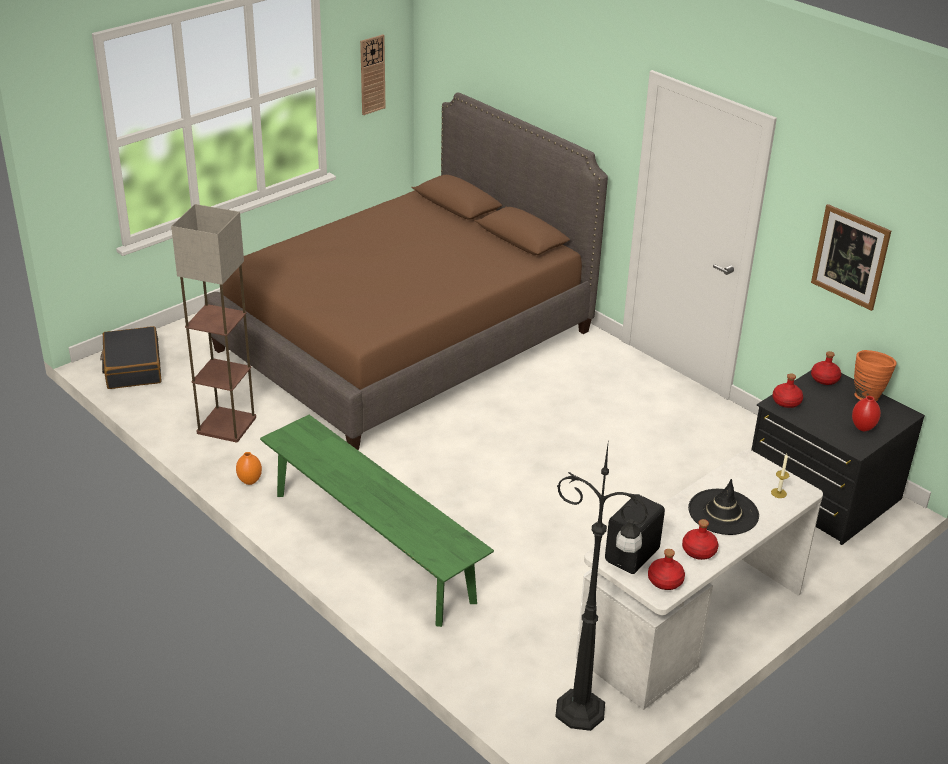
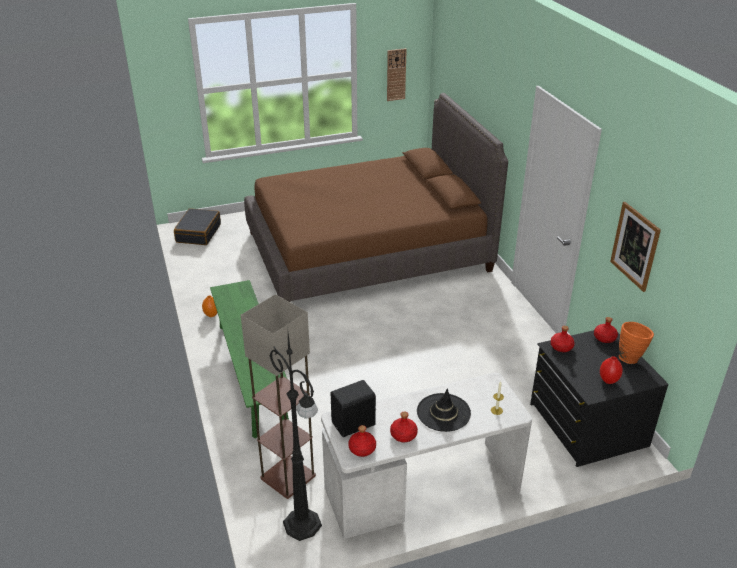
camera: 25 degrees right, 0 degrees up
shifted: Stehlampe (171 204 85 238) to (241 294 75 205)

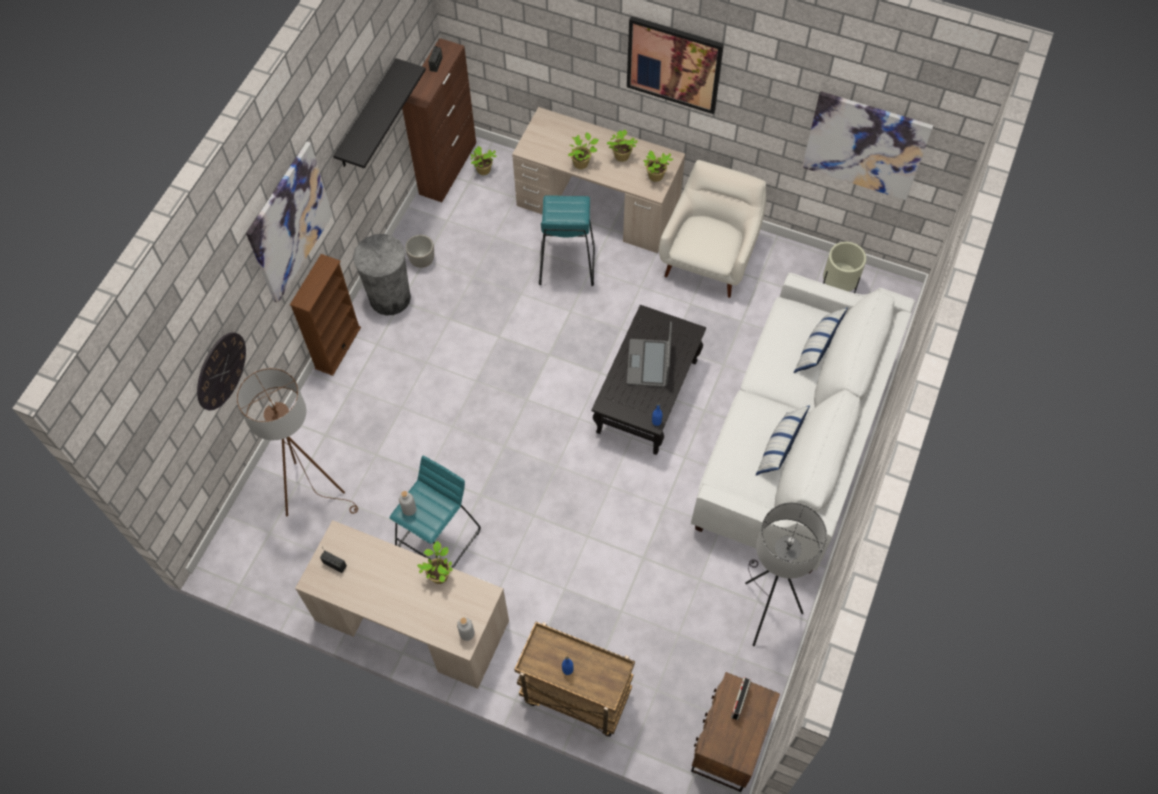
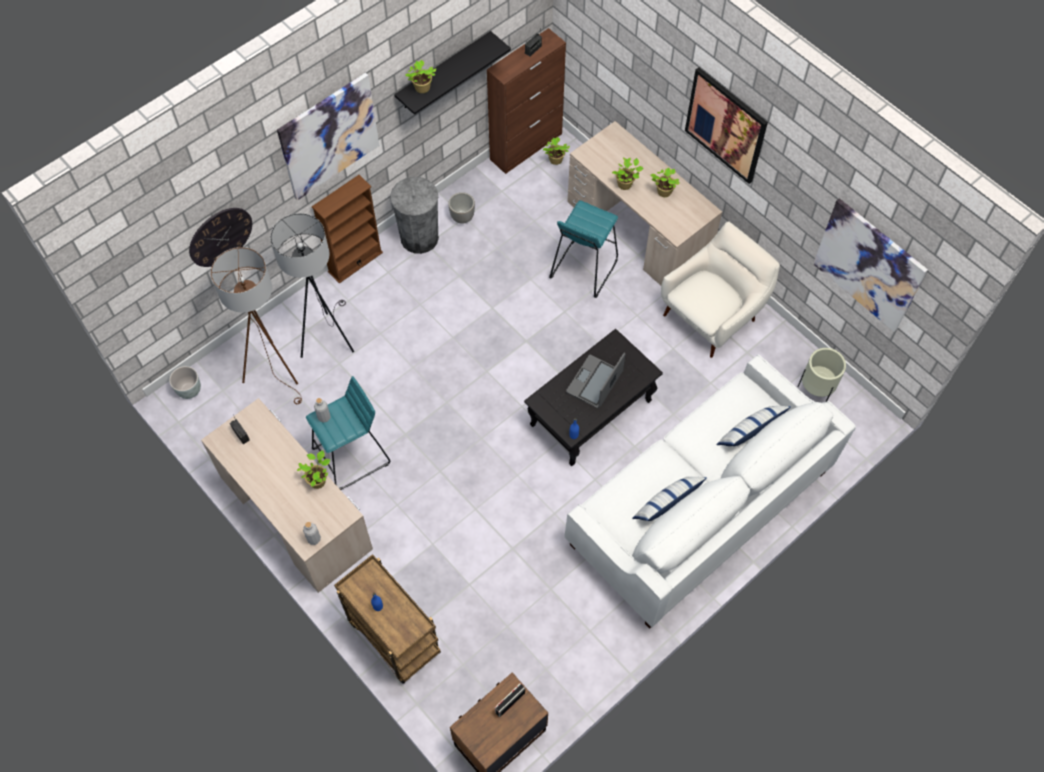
camera: 25 degrees right, 0 degrees up
new: Pflanzkübel [grau] (169 366 32 33)
shifted: Topfpflanze (643 151 30 31) to (405 60 31 33); Stehlampe [grau] (745 502 82 144) to (270 213 84 145)

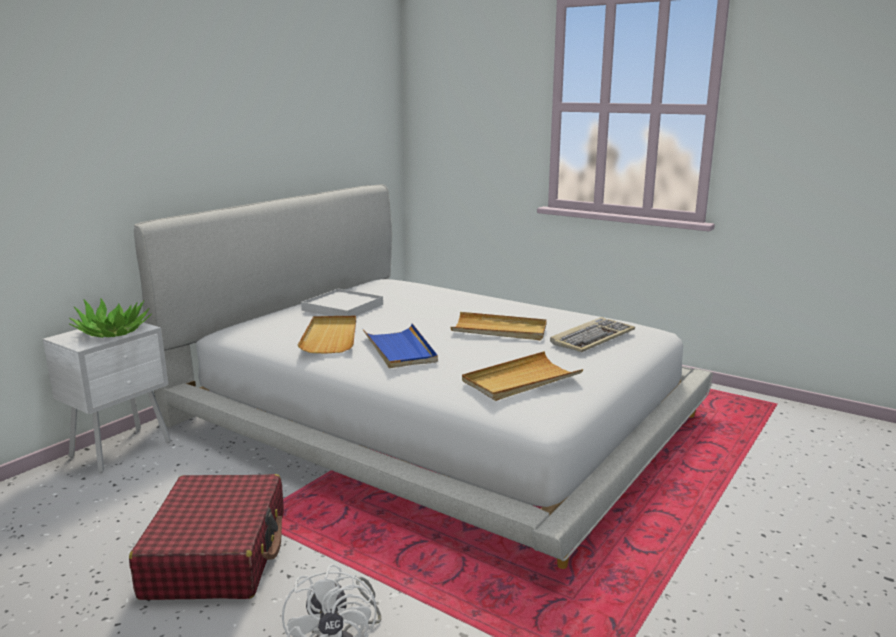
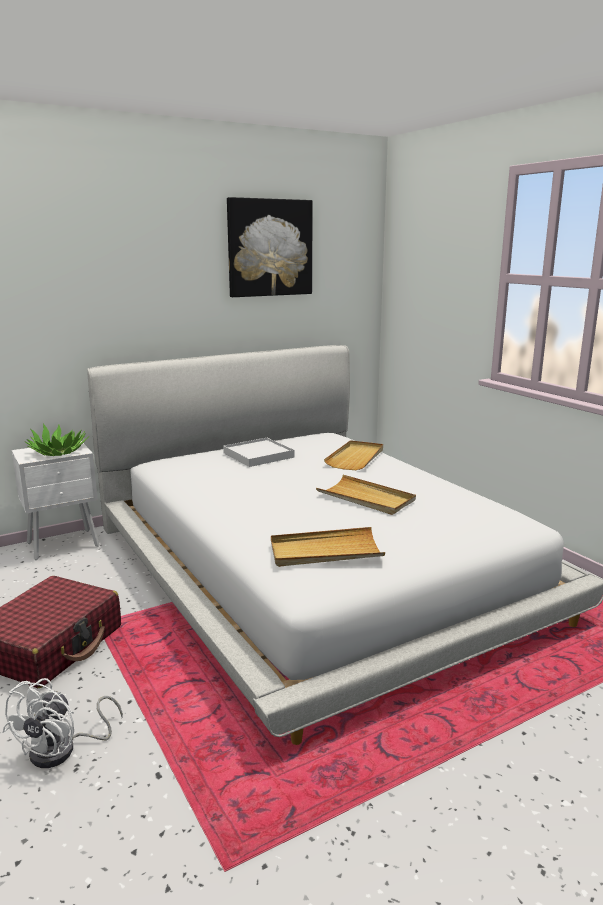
camera: 25 degrees right, 0 degrees up
gone: Tablett [blau] (363 323 75 45); Tastatur (550 317 85 35)
new: Bild (227 197 86 100)
shifted: Tablett [beige] (298 316 58 37) to (324 440 59 30)

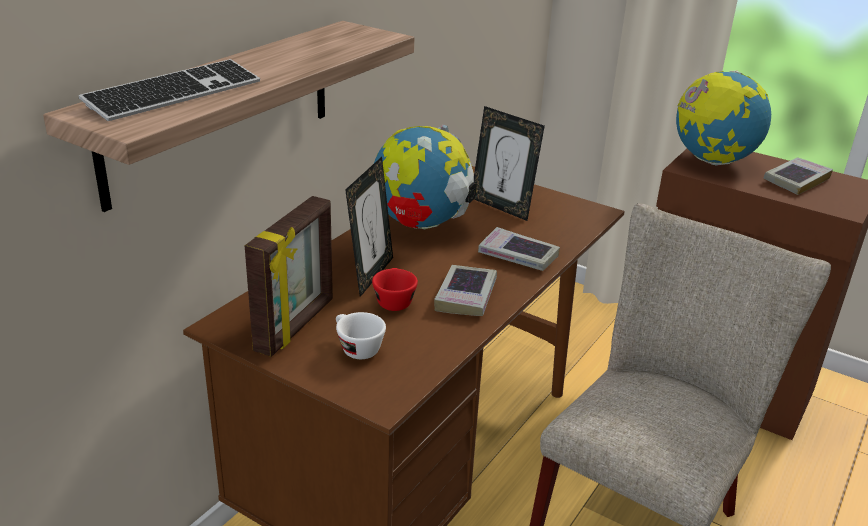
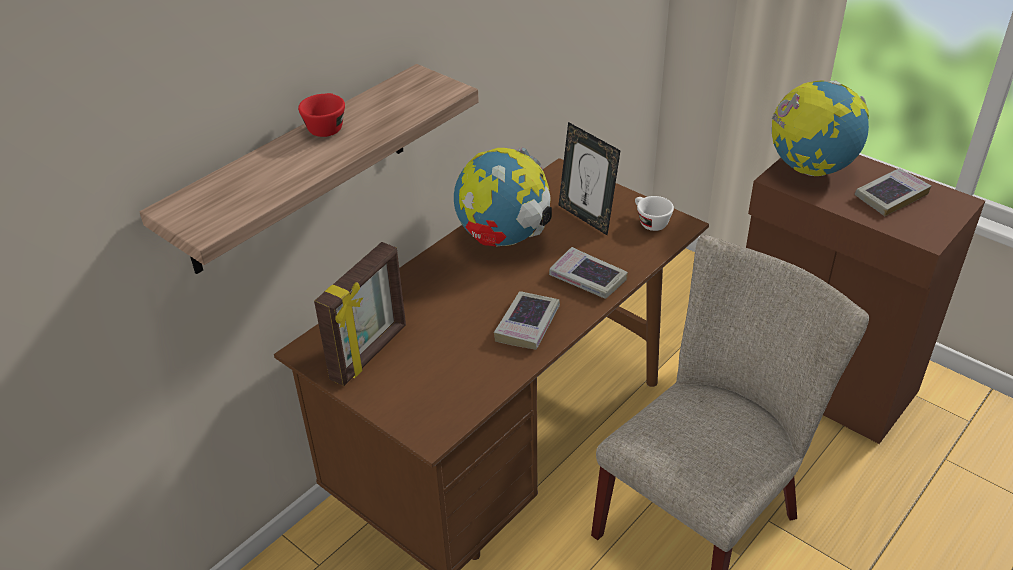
camera: 10 degrees right, 10 degrees up
gone: Tastatur (79 59 181 62); Bilderrahmen (345 157 48 140)
shifted: Tasse [weiß] (336 312 50 47) to (635 196 39 35); Tasse [rot] (372 268 46 43) to (298 93 47 44)

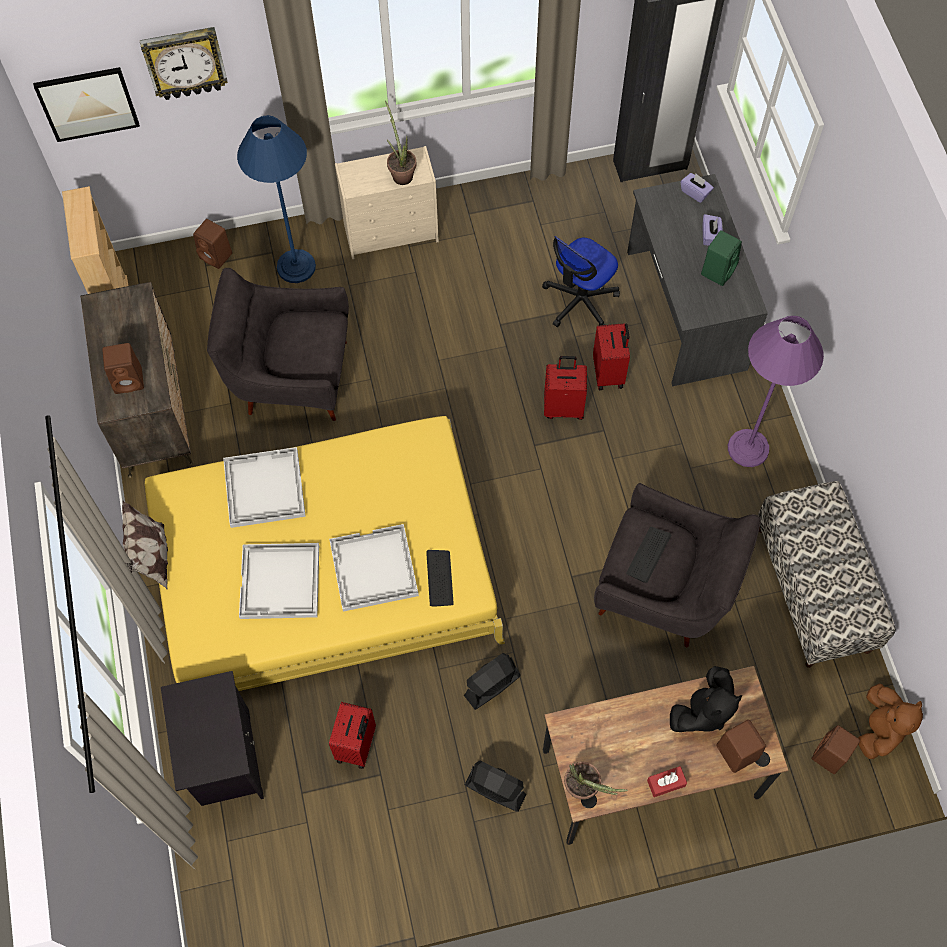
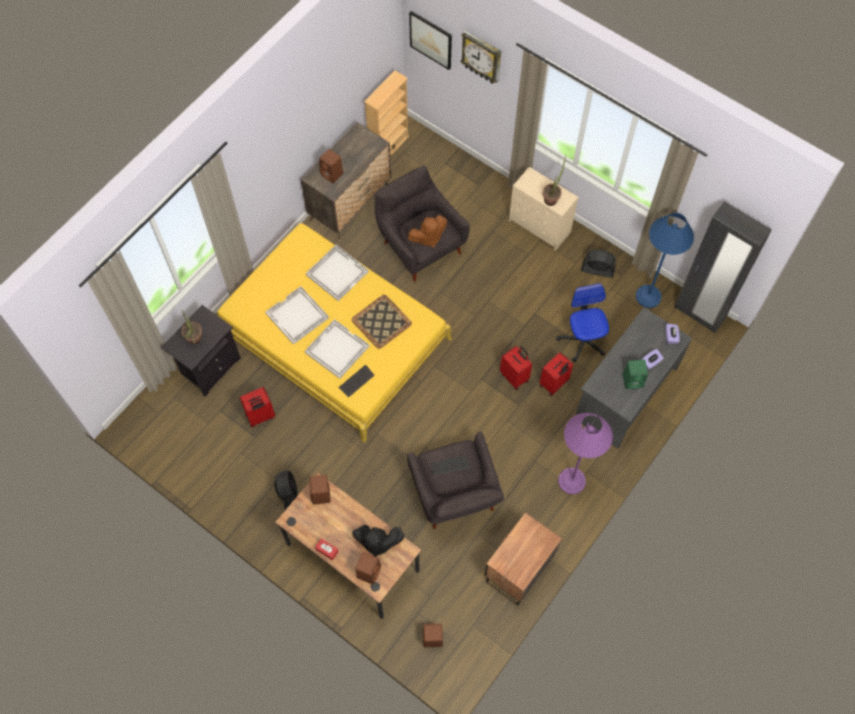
camera: 50 degrees right, 0 degrees up
gone: Kissen (122 501 46 89)
new: Tablett (352 295 60 54)
shifted: Lautsprecher [braun] (193 219 39 50) to (309 475 22 30); Stehlampe [blau] (237 115 79 168) to (636 213 58 95); Ventilator [schwarz] (464 653 57 57) to (581 250 35 28); Topfpflanze (564 762 64 38) to (181 310 21 34); Plüschtier [braun] (858 684 65 75) to (407 215 40 33)
swapped: Bank (757 481 139 187) to Nachttisch (485 512 77 94)
rotated: Bürostuhl (542 236 78 91) = (556 283 53 79) 75 degrees clockwise

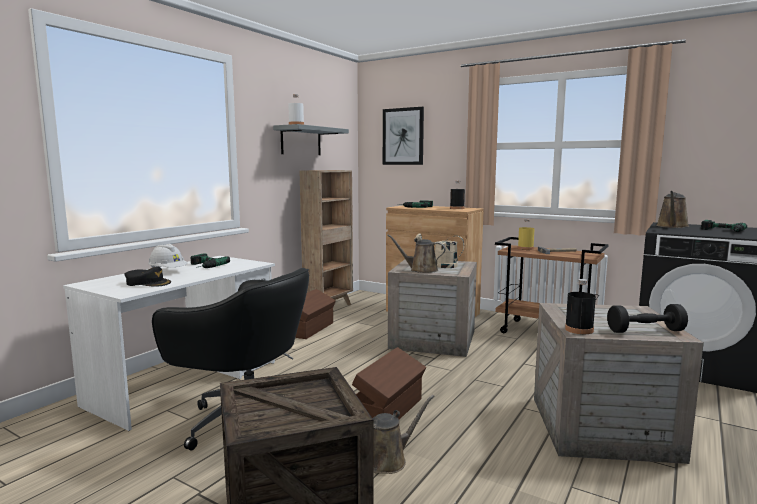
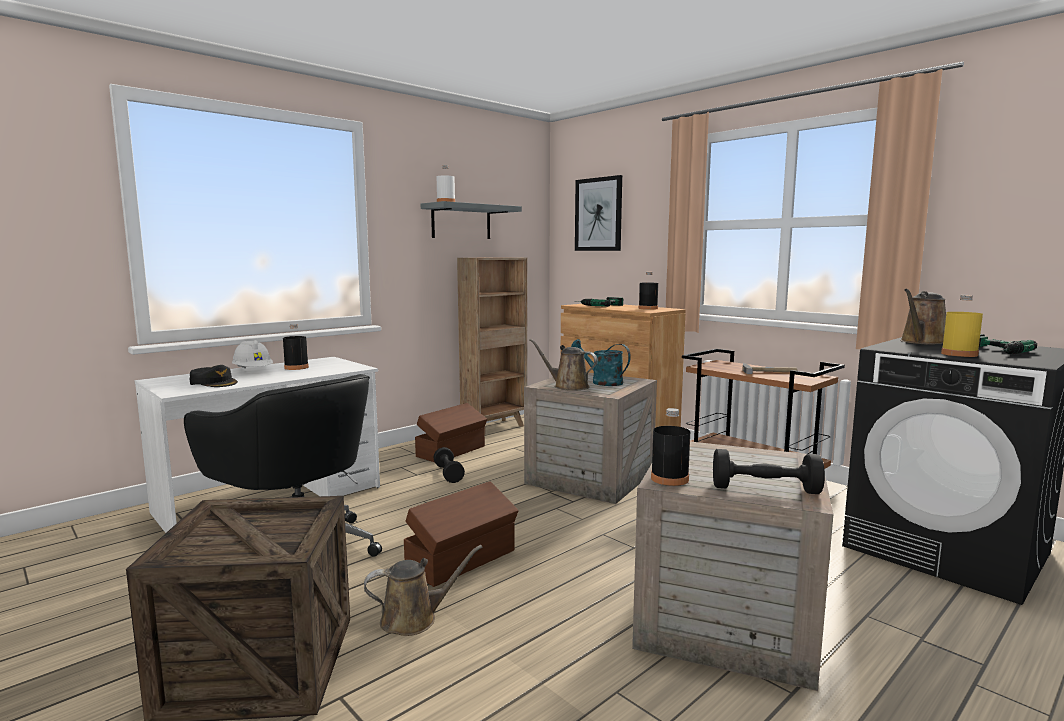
camera: 15 degrees right, 0 degrees up
new: Hantel [schwarz] (433 447 32 36)
shifted: Flasche [gelb] (518 219 17 31) to (941 295 42 62)
swapped: Bohrmaschine (191 253 39 15) to Flasche [schwarz] (283 324 26 46)
repainted: Gießkanne [beige] (415 233 49 35) to Gießkanne [türkis] (571 339 60 47)

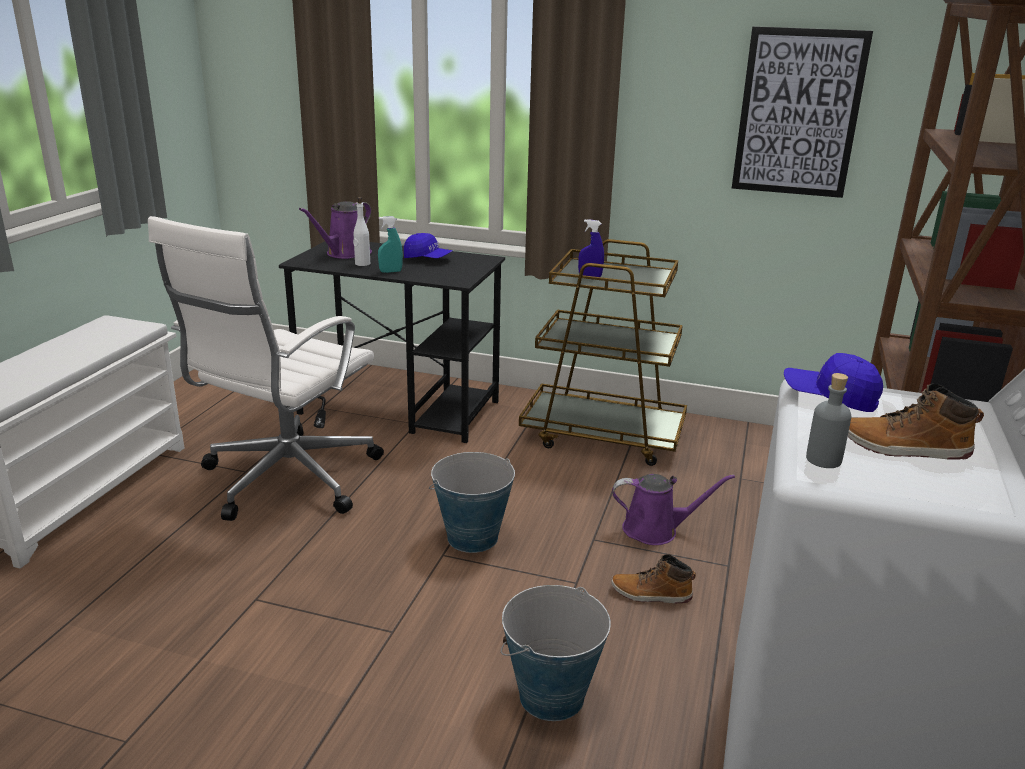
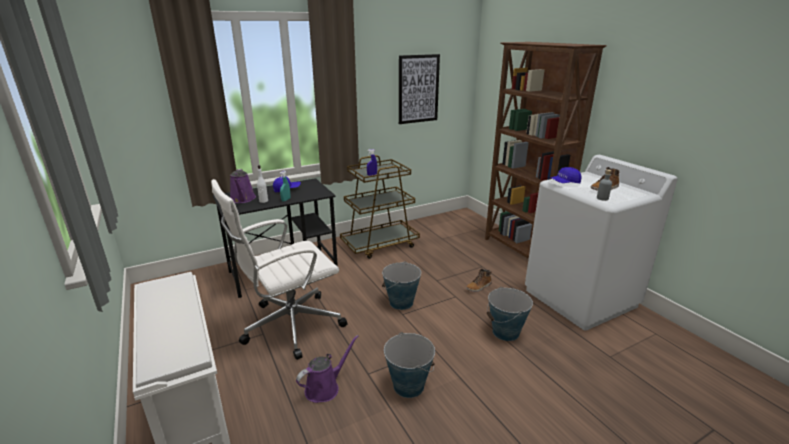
camera: 45 degrees left, 0 degrees up
new: Eimer (384 332 51 66)
shifted: Gießkanne [lila] (613 474 122 71) to (296 335 63 68)
rotated: Bürostuhl [weiß] (148 216 236 305) = (211 179 136 181) 75 degrees clockwise

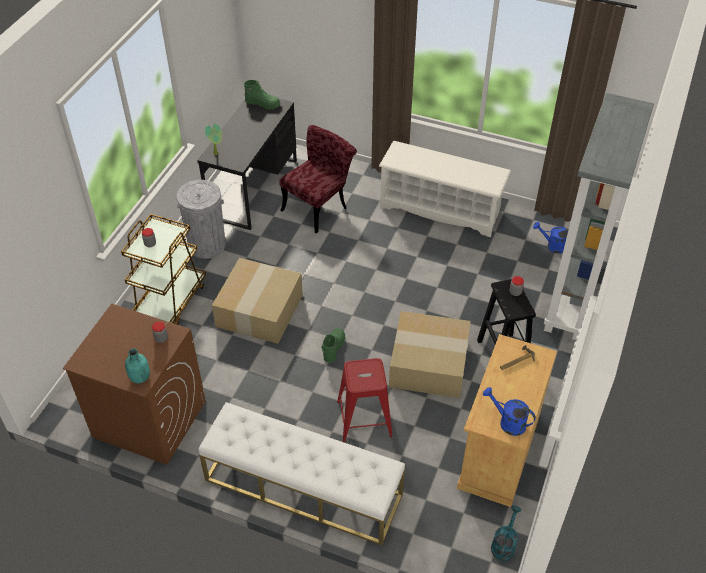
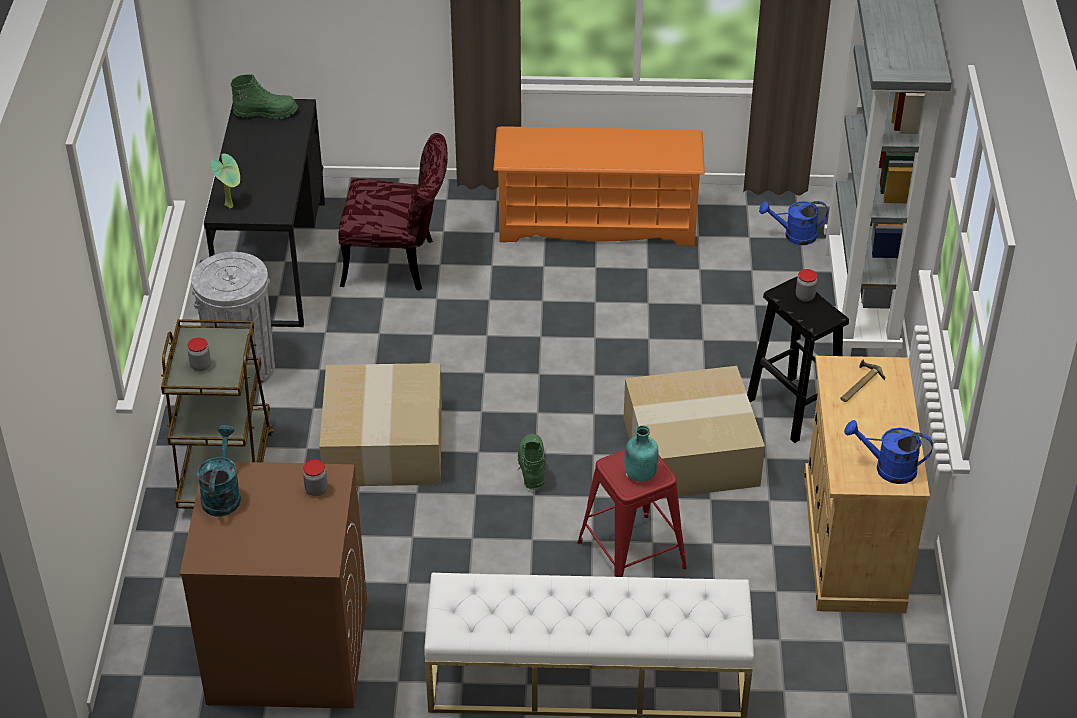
camera: 20 degrees left, 5 degrees down
shifted: Flasche [türkis] (125 349 25 34) to (624 425 35 57); Gießkanne [türkis] (491 505 30 56) to (197 425 44 92)
repainted: Schuhregal [weiß] (379 141 132 96) to Schuhregal [orange] (493 126 212 120)
rotated: Stuhl [rot] (279 125 78 108) = (338 133 110 158) 75 degrees clockwise

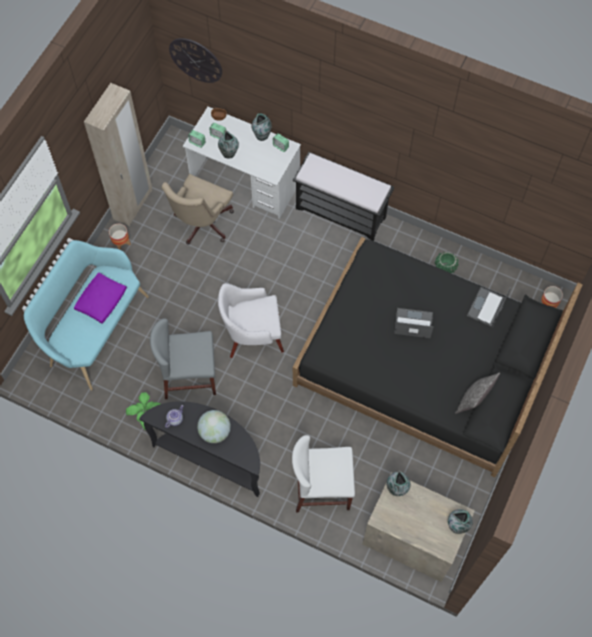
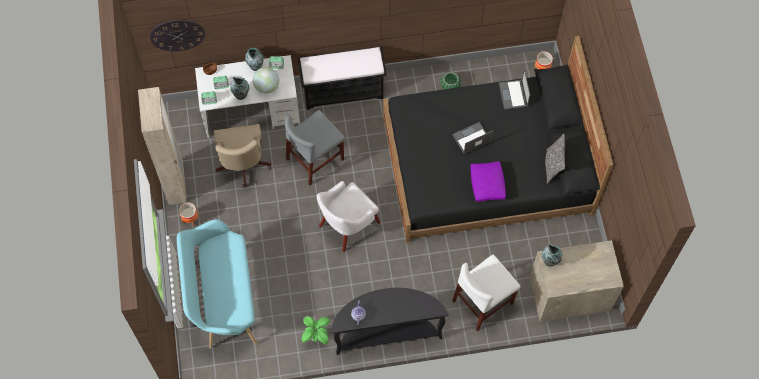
camera: 35 degrees left, 0 degrees up
gone: Vase (448 509 25 25)
shifted: Kissen [lila] (74 273 53 50) to (471 161 35 41); Stuhl [grau] (150 318 66 81) to (285 110 60 75); Globus (197 410 34 33) to (253 67 26 27)

